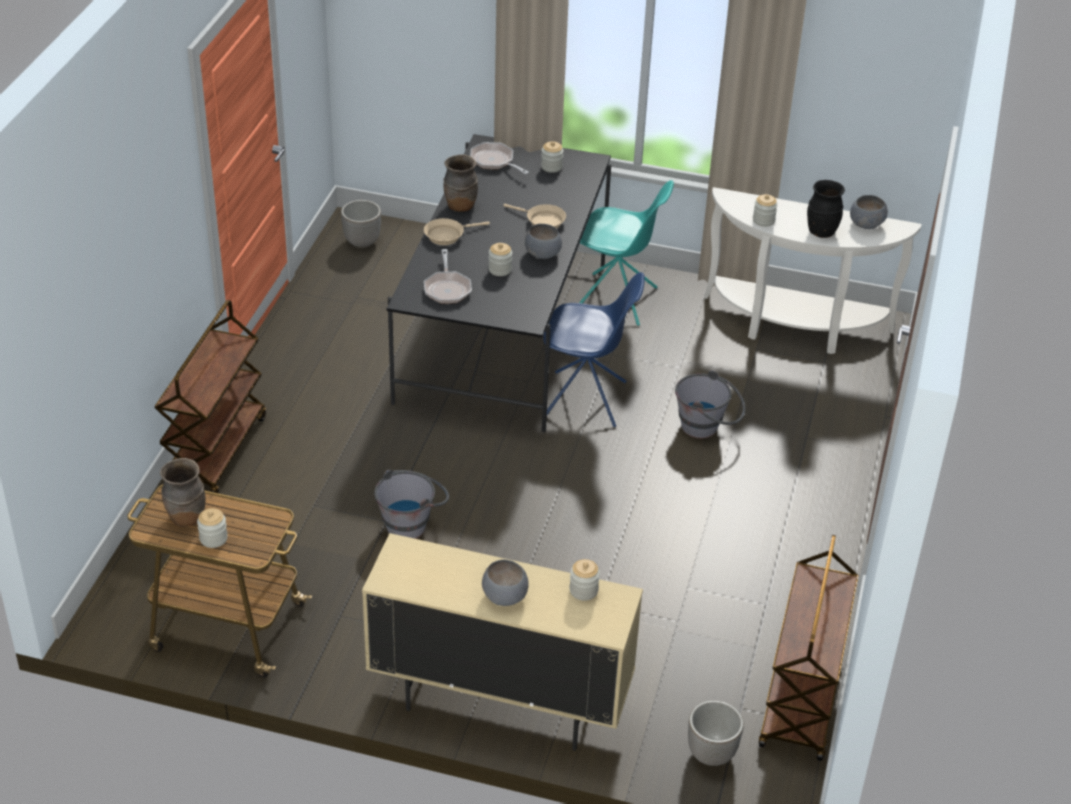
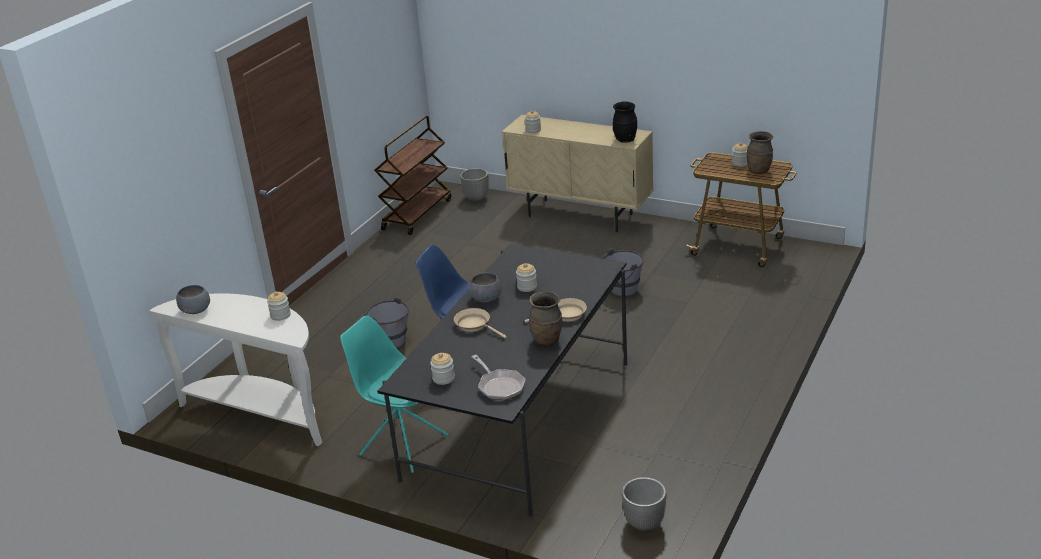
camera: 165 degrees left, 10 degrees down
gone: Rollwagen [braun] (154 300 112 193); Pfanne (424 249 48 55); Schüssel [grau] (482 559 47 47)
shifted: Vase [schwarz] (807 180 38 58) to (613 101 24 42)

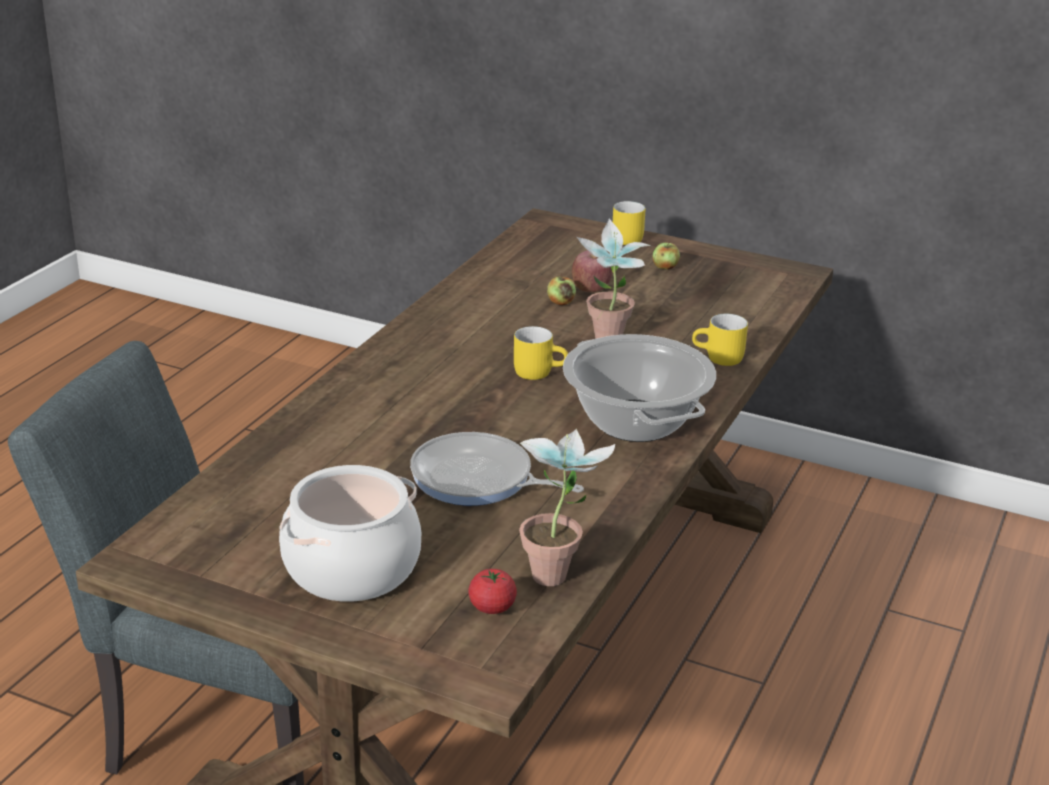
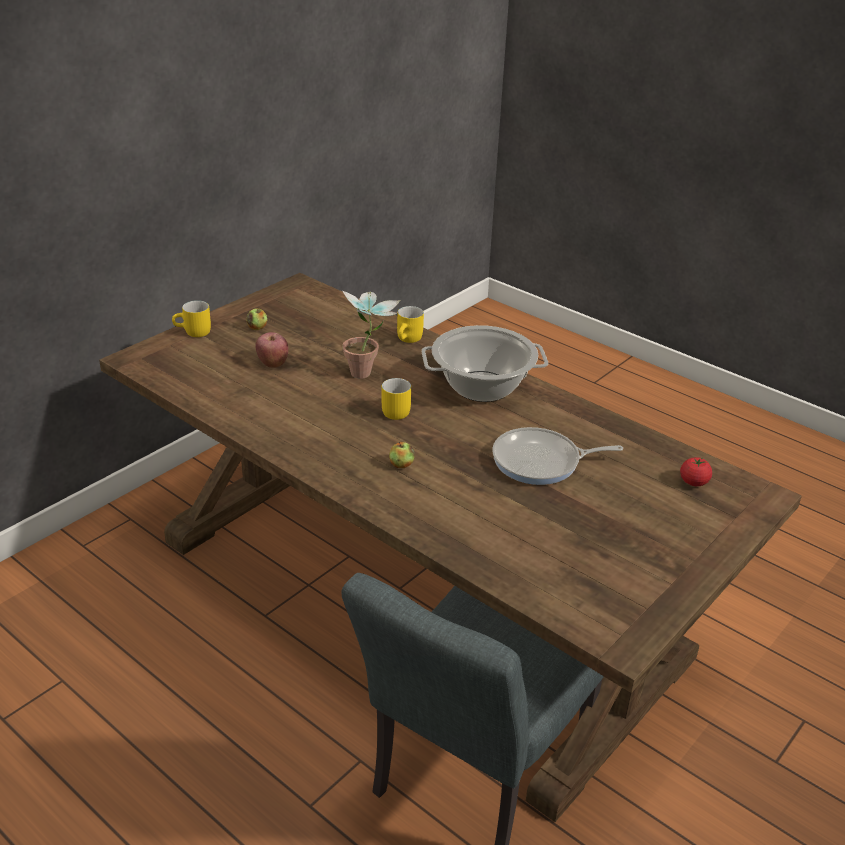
camera: 75 degrees left, 5 degrees up
gone: Kochtopf (279 465 142 137); Topfpflanze (519 428 96 158)
shifted: Apfel (547 273 29 32) to (389 442 26 26)
rotated: Pfanne (410 432 174 74) = (492 427 131 58) 45 degrees clockwise

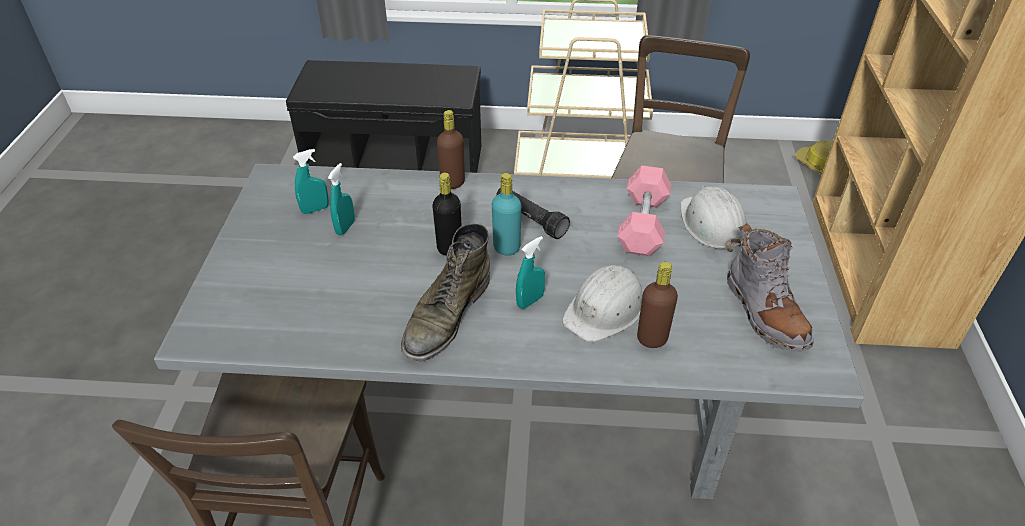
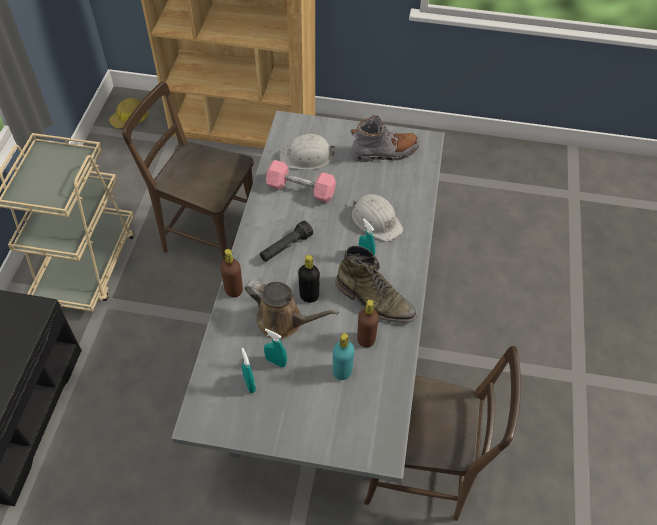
camera: 85 degrees left, 10 degrees up
new: Gießkanne [braun] (245 280 94 59)
shifted: Flasche [türkis] (492 173 30 83) to (333 333 22 47); Flasche [braun] (637 262 41 86) to (357 300 22 48)

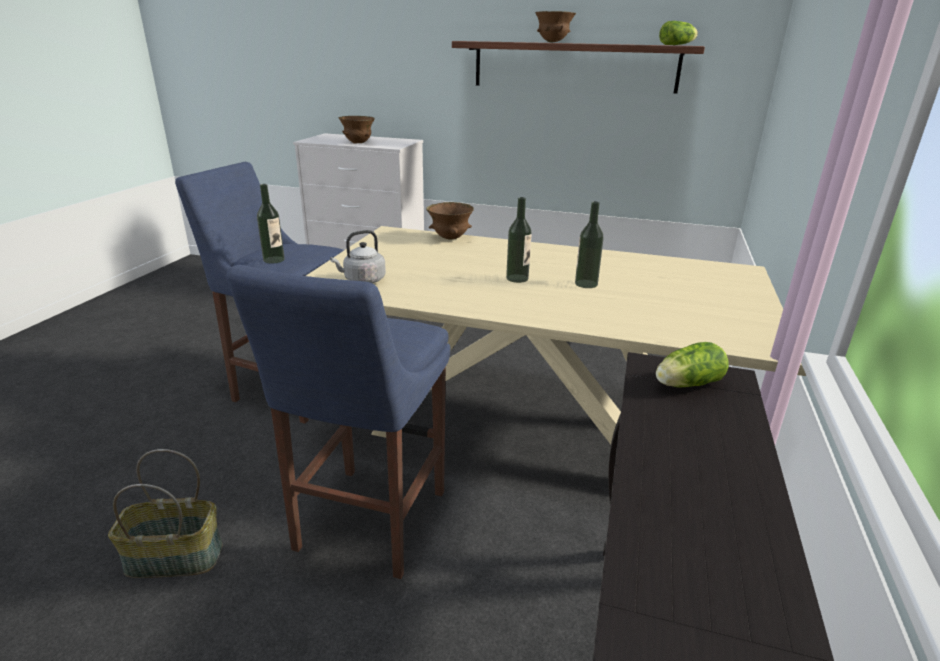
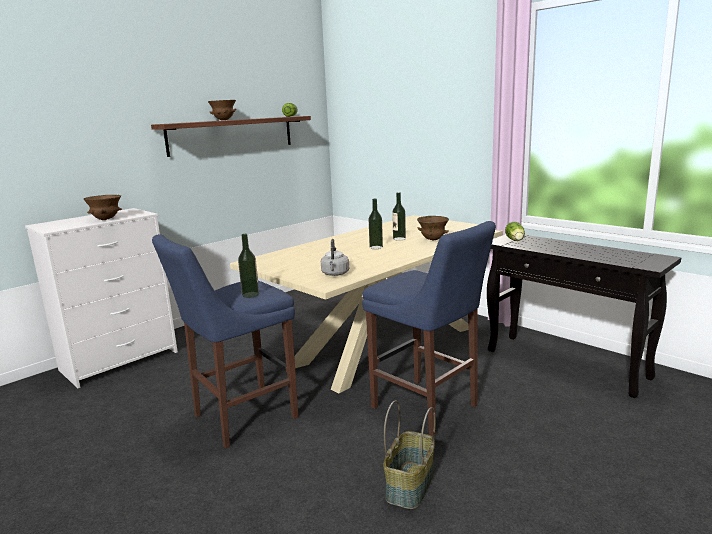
camera: 60 degrees left, 10 degrees down
shifted: Schüssel [braun] (426 202 48 38) to (417 216 32 24)

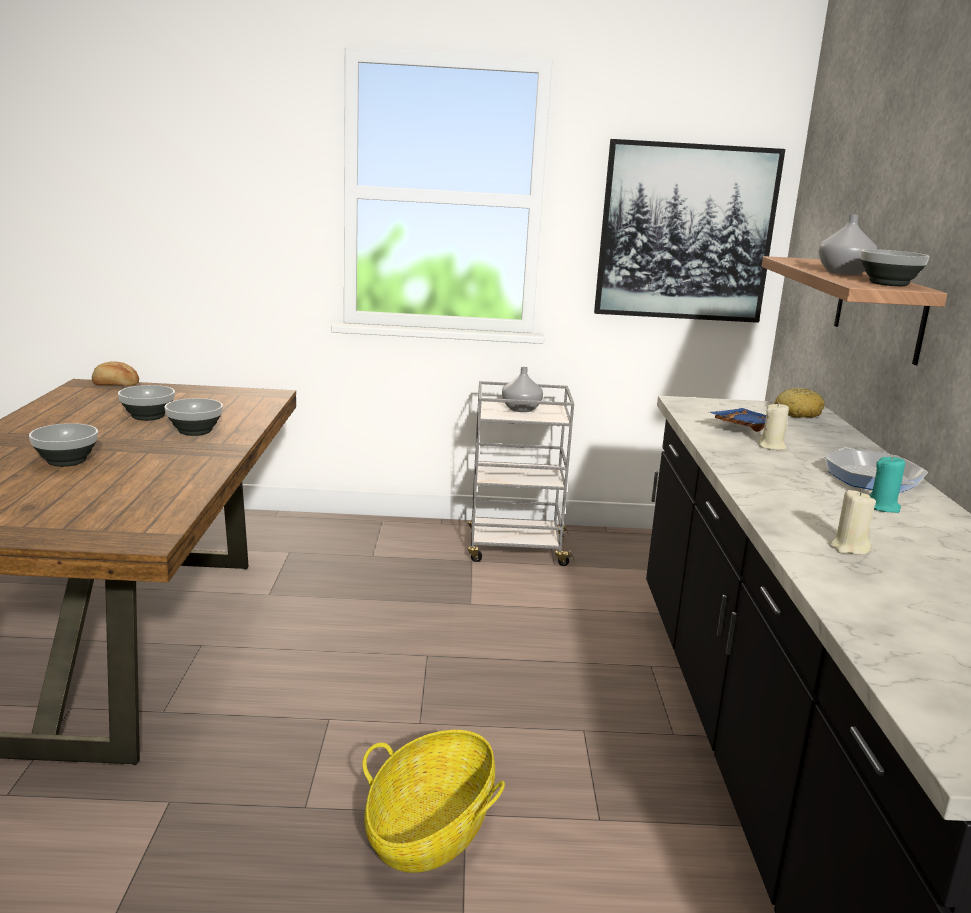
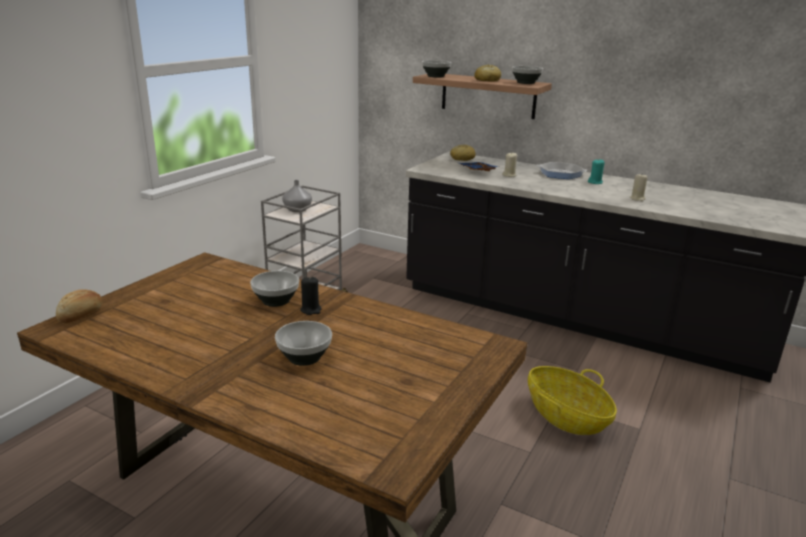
camera: 60 degrees left, 5 degrees up
gone: Bild (594 139 191 184)
new: Kerze [schwarz] (300 276 22 39)
shifted: Schüssel (118 385 57 36) to (422 60 29 17)
swapped: Vase [grau] (818 214 59 61) to Brot (474 64 27 18)

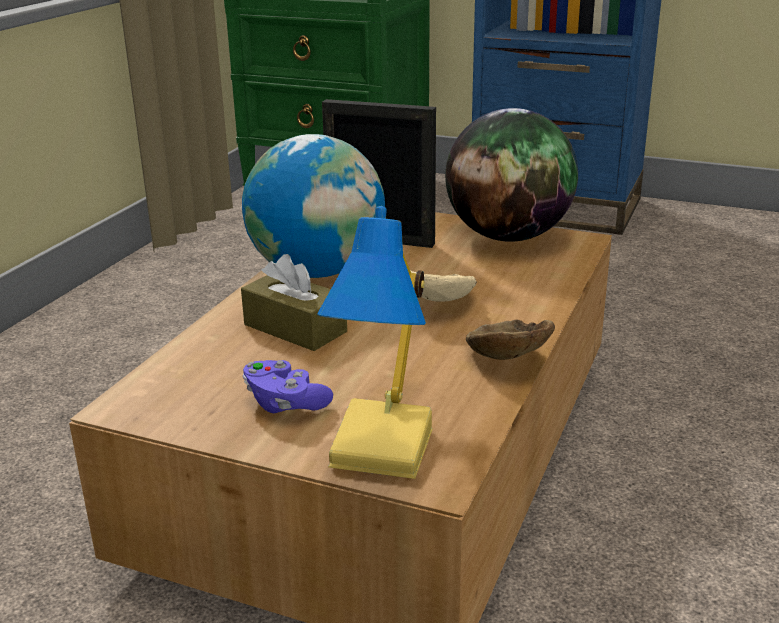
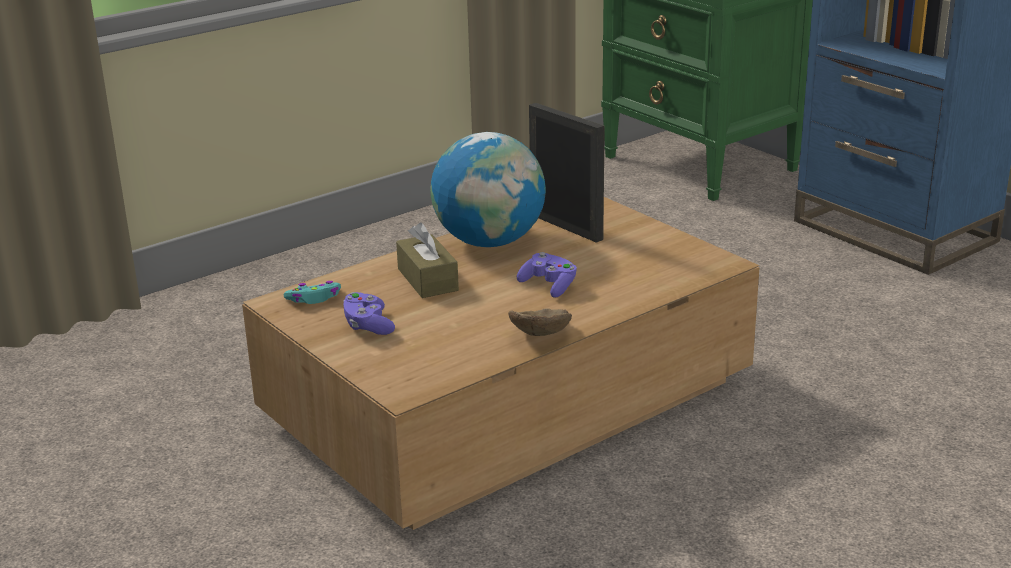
camera: 30 degrees right, 0 degrees up
gone: Tischlampe (317 206 116 273); Globus (445 108 133 134)
new: Gamepad [türkis] (283 281 58 23)
swapped: Schüssel [beige] (410 270 67 32) to Gamepad [lila] (517 252 60 46)

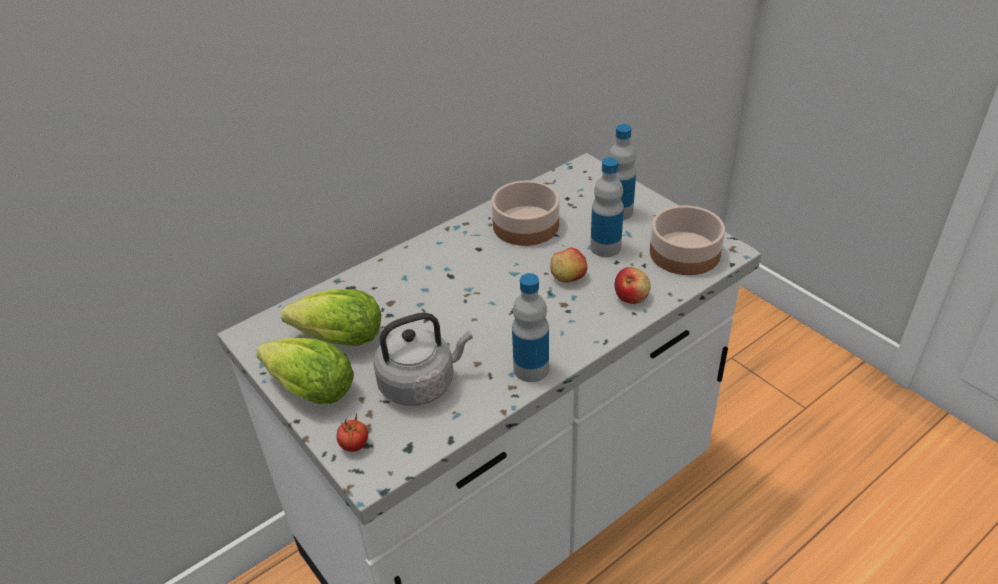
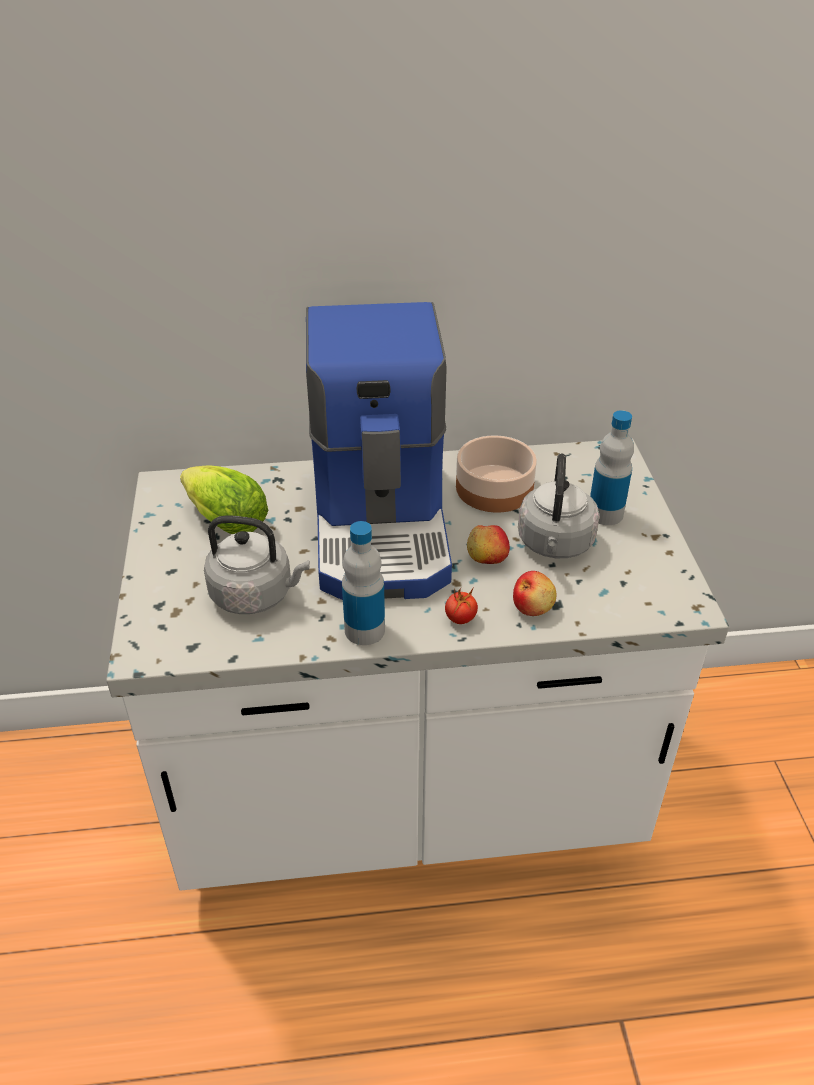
camera: 30 degrees right, 0 degrees up
gone: Salatkopf (256 338 98 66); Schüssel (650 205 75 70)
new: Kaffeemaschine (306 302 146 298)
shifted: Tomate (337 412 31 40) to (445 588 33 36)
swapped: Flasche (590 157 34 100) to Wasserkessel [grau] (518 453 82 105)

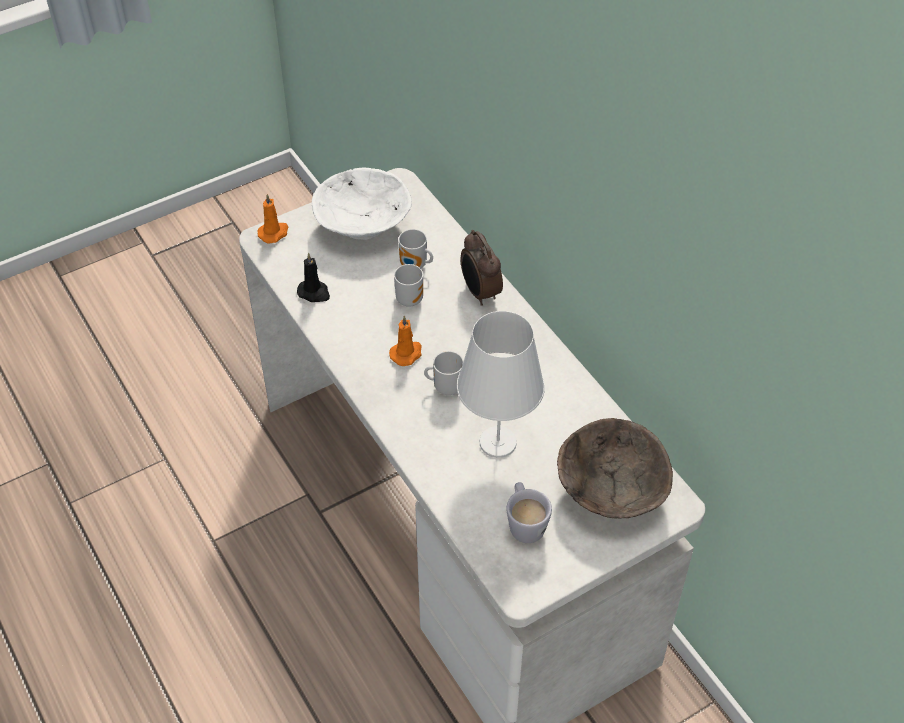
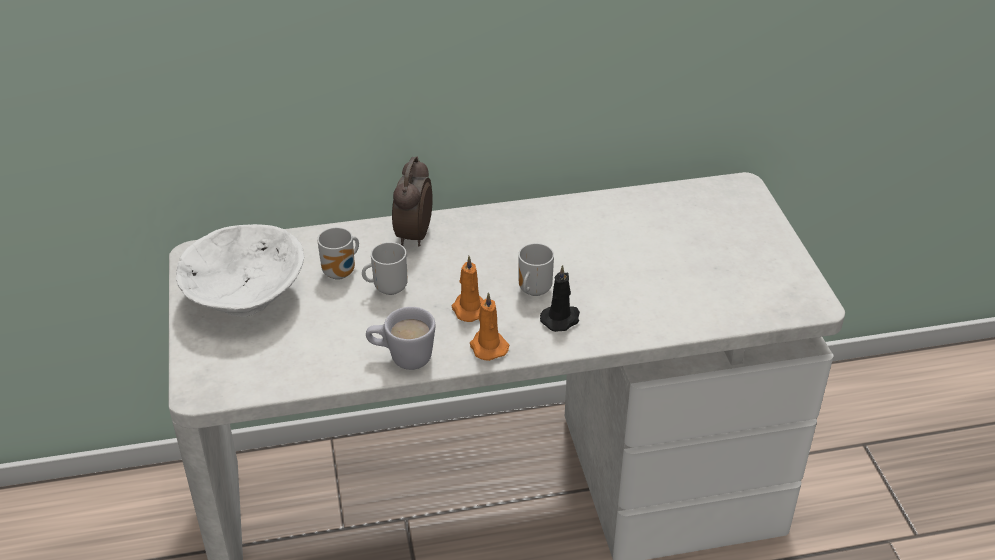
camera: 70 degrees left, 10 degrees down
gone: Tischlampe [weiß] (457 311 88 147); Schüssel [braun] (557 418 116 101)
shifted: Kerze [orange] (257 194 32 50) to (470 292 39 69); Kerze [schwarz] (297 253 33 49) to (540 265 40 67); Henkelbecher [weiß] (506 482 46 61) to (366 307 69 63)
rotated: Wecker (460 230 43 76) = (392 156 41 91) 105 degrees clockwise

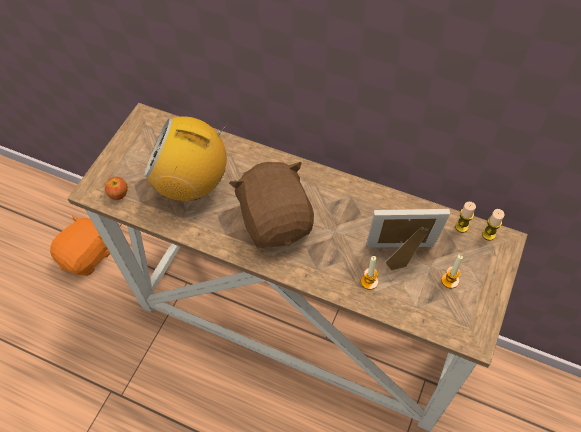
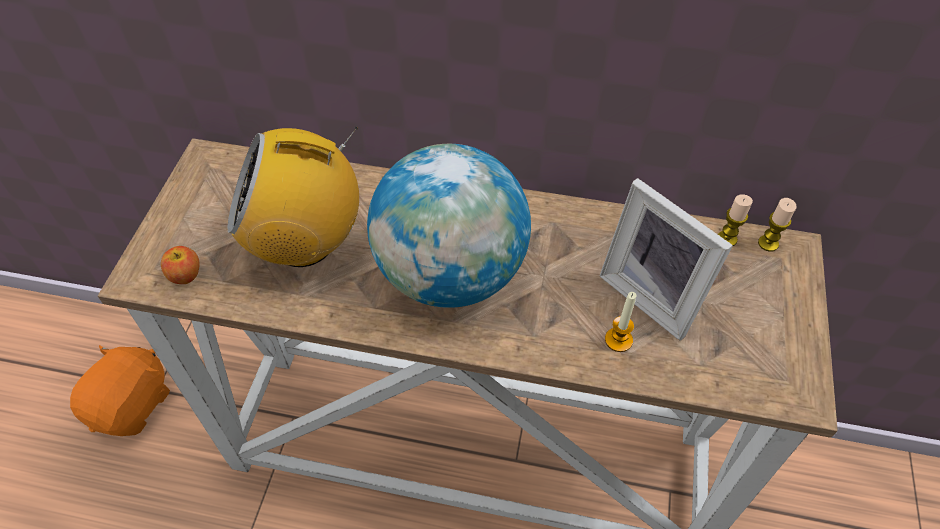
camera: 15 degrees left, 5 degrees down
gone: Kerze (441 255 22 33)
swapped: Plüschtier [braun] (229 162 85 86) to Globus (367 144 164 164)
rotated: Bilderrahmen (366 209 84 61) = (600 178 133 163) 120 degrees counterclockwise

